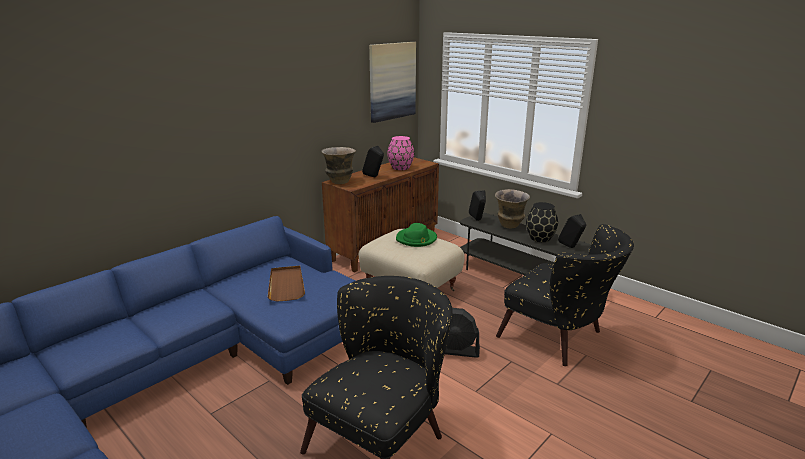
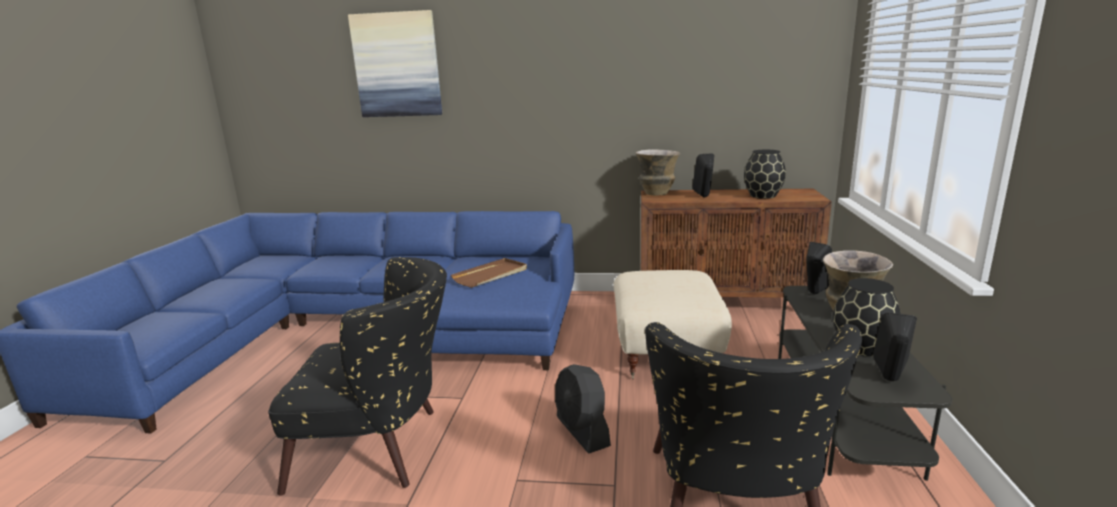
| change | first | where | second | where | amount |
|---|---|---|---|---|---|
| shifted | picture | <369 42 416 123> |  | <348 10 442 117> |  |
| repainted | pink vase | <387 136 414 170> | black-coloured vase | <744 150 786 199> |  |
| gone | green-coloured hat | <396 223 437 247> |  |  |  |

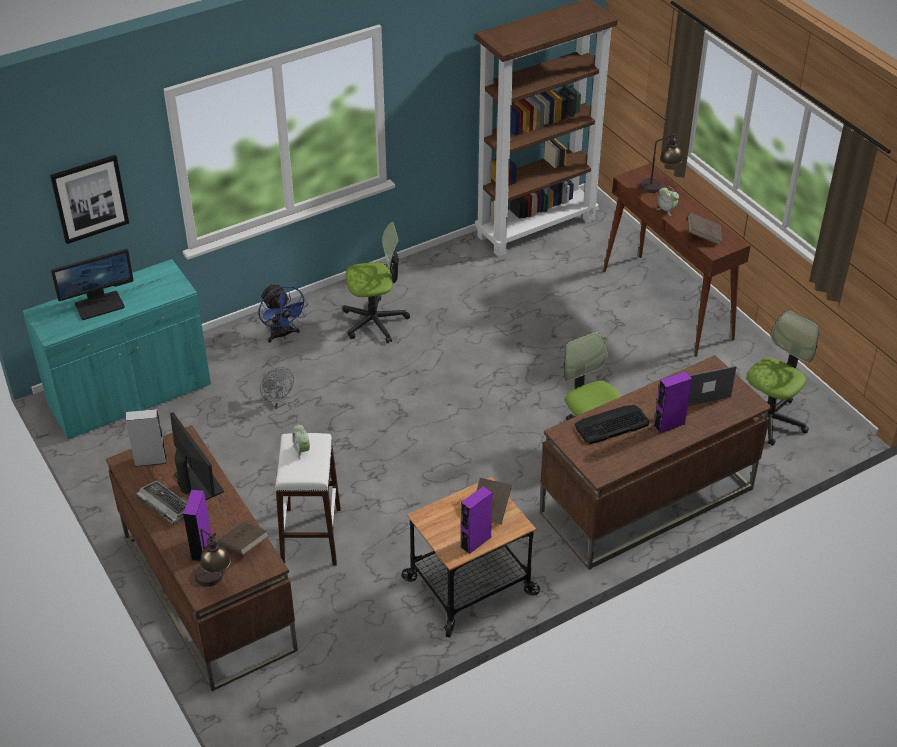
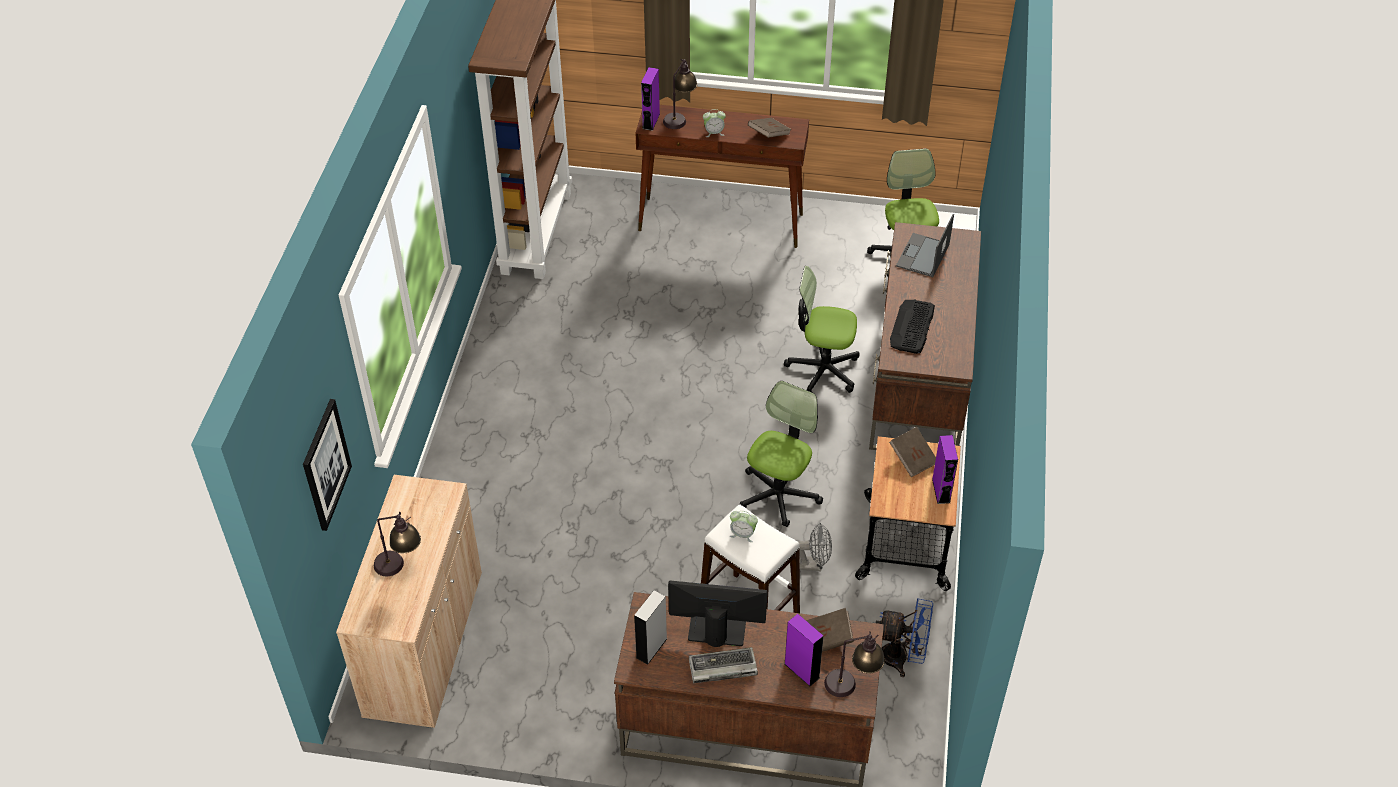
| change | first | where | second | where | amount |
|---|---|---|---|---|---|
| repainted | blue-green cabinet | <23 259 211 439> | beige cabinet | <336 475 482 728> |  |
| swapped | computer display | <51 248 133 320> | tabletop lamp | <374 512 421 576> |  |
| shifted | purple speaker | <654 371 692 434> |  | <641 67 660 131> |  |
| shifted | desk chair | <342 222 410 343> |  | <740 381 823 527> |  |
| shifted | greyish fan | <260 367 294 409> |  | <798 523 832 571> |  |
| shifted | blue fan | <258 283 308 343> |  | <876 598 933 677> |  |

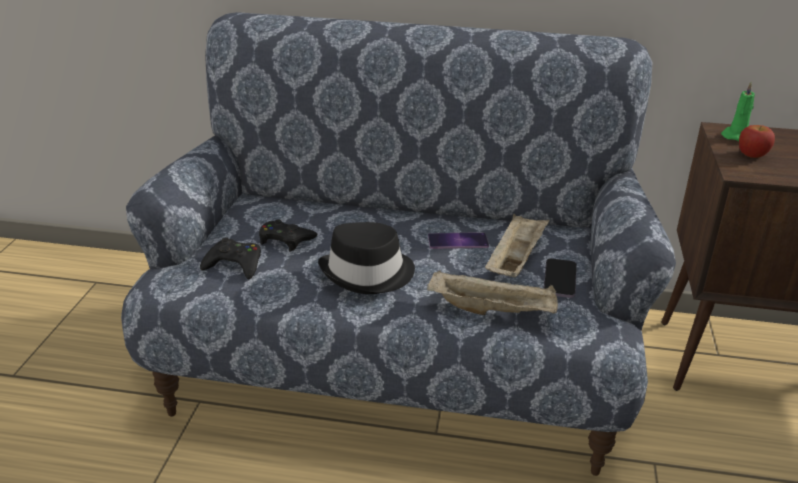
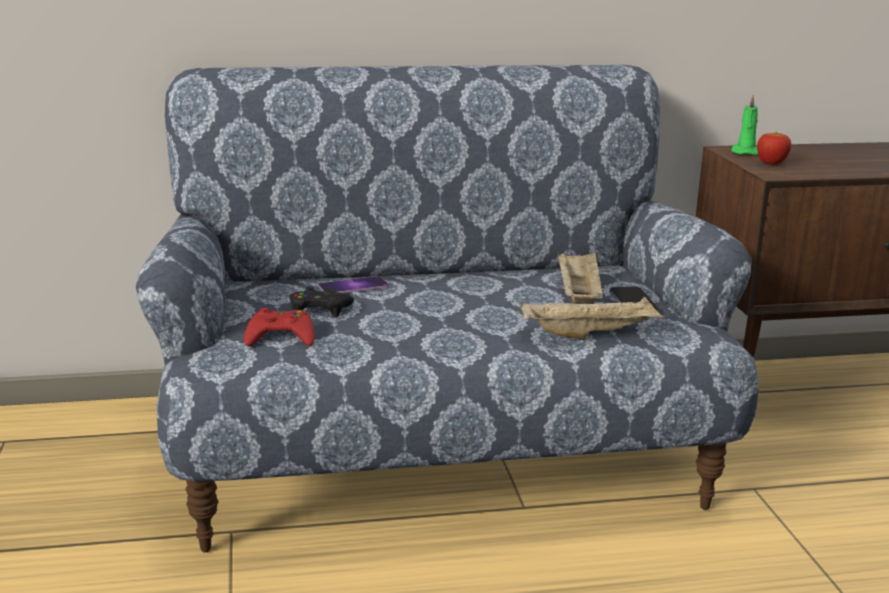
| change | first | where | second | where | amount |
|---|---|---|---|---|---|
| repainted | black-coloured game controller | <200 237 261 279> | red game controller | <244 308 315 347> |  |
| shifted | telephone | <428 232 489 249> |  | <318 276 389 293> |  |
| gone | black-coloured hat | <318 222 415 294> |  |  |  |

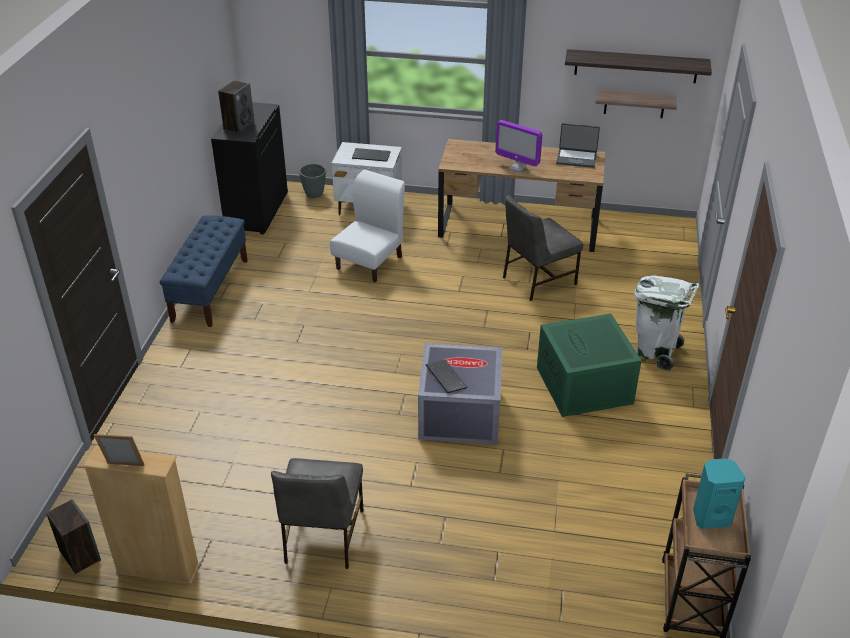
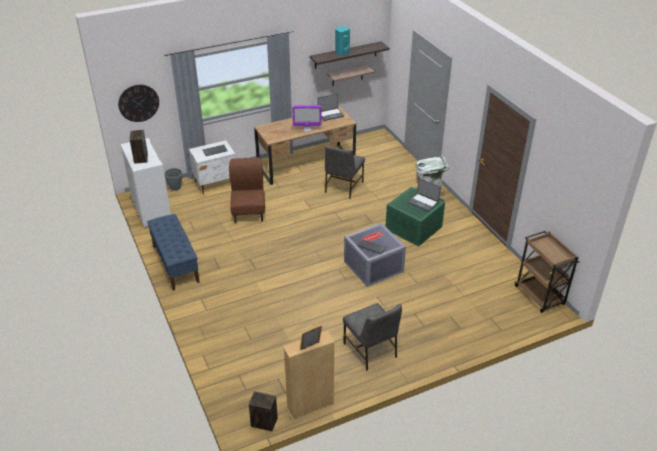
| change | first | where | second | where | amount |
|---|---|---|---|---|---|
| new |  |  | clock on the wall | <118 85 159 122> |  |
| repainted | black-coloured cabinet | <211 102 288 234> | white-coloured cabinet | <121 138 171 228> |  |
| repainted | white-coloured chair | <330 170 405 282> | brownish chair | <229 157 265 223> |  |
| shifted | blue-green speaker | <693 458 746 529> |  | <335 26 350 56> |  |
| new |  |  | portable computer | <408 178 441 212> |  |

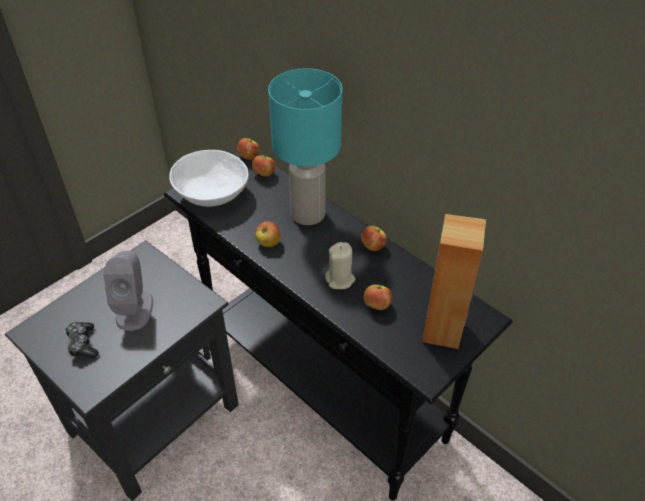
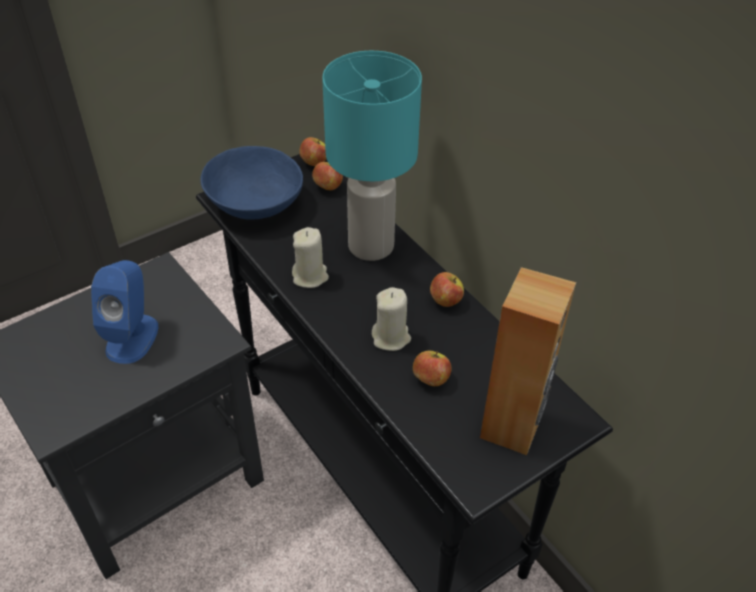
| change | first | where | second | where | amount |
|---|---|---|---|---|---|
| repainted | greyish speaker | <104 250 153 331> | blue speaker | <91 260 158 364> |  |
| repainted | white-coloured deep dish | <169 150 249 207> | blue deep dish | <200 146 303 220> |  |
| swapped | apple | <255 221 281 247> | beige wax candle | <292 227 329 288> |  |
| gone | game controller | <64 322 99 358> |  |  |  |

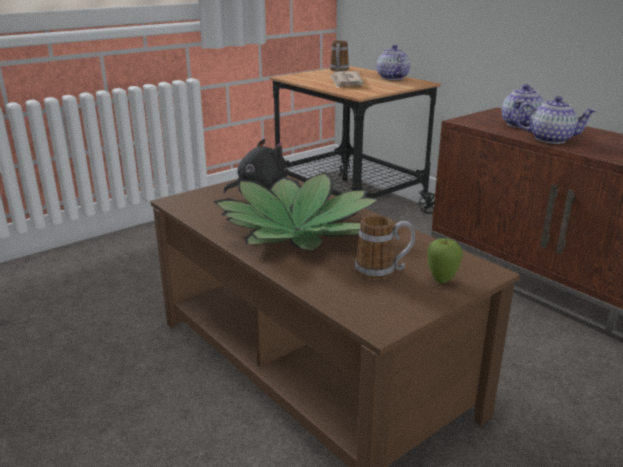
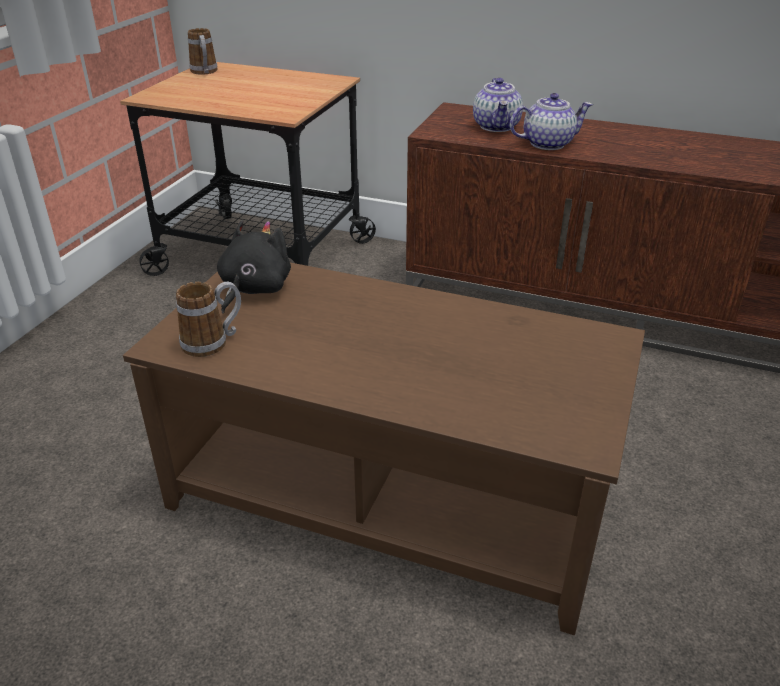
| change | first | where | second | where | amount |
|---|---|---|---|---|---|
| shifted | mug | <355 215 415 280> |  | <176 282 241 357> |  |
| gone | potted plant | <213 172 380 252> |  |  |  |
| gone | newspaper | <330 71 364 88> |  |  |  |
| gone | teapot | <377 45 410 80> |  |  |  |
| gone | apple | <427 238 463 284> |  |  |  |

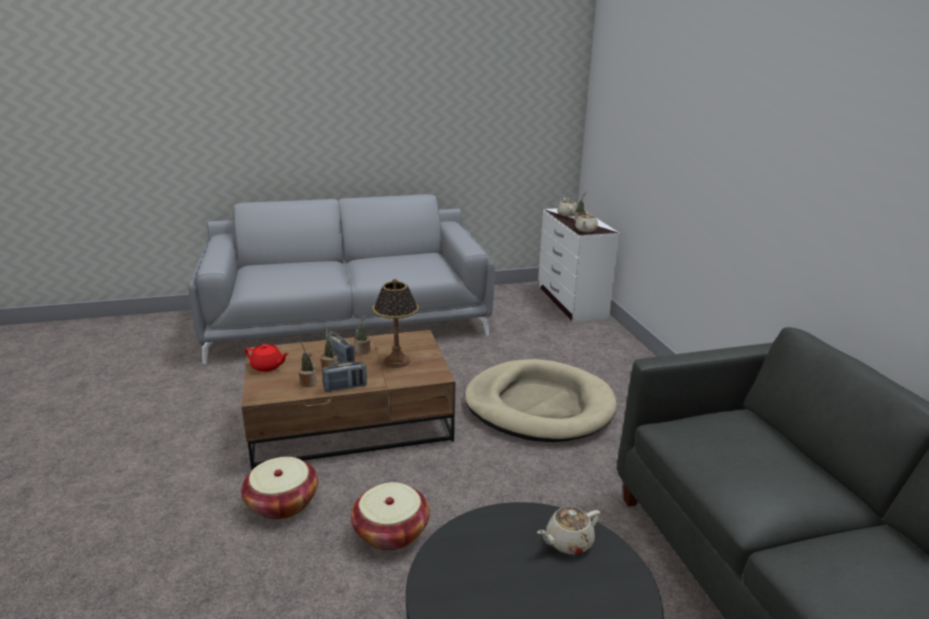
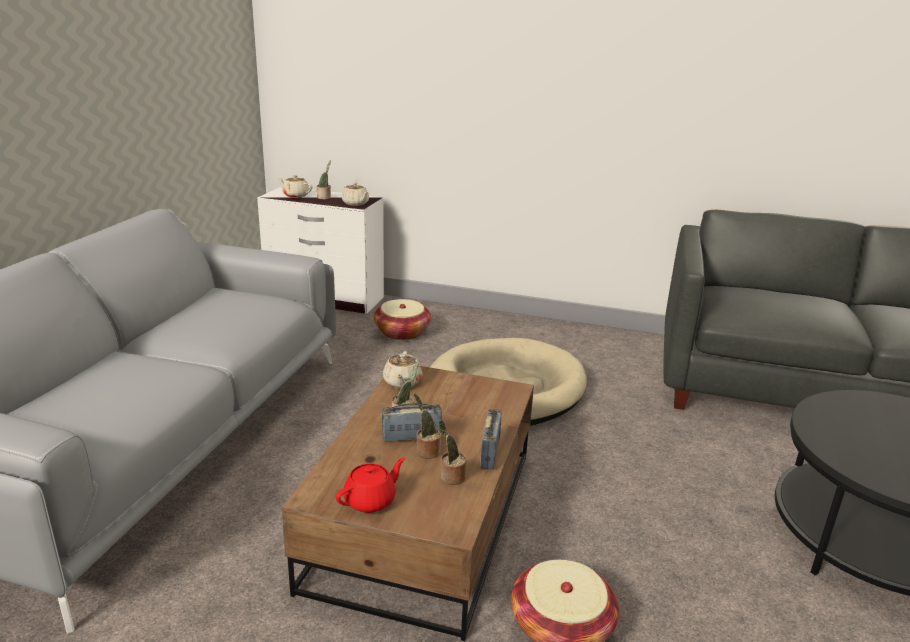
| change | first | where | second | where | amount |
|---|---|---|---|---|---|
| shifted | household basket | <351 482 430 551> |  | <374 299 431 340> |  |
| shifted | beige teapot | <537 506 601 554> |  | <383 351 422 389> |  |
| gone | tabletop lamp | <372 279 419 368> |  |  |  |

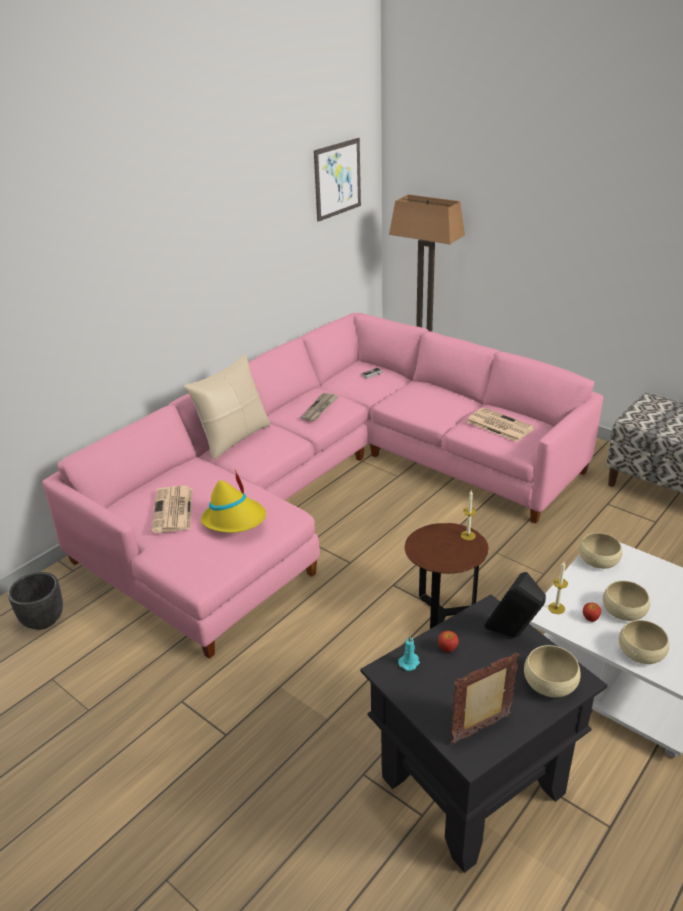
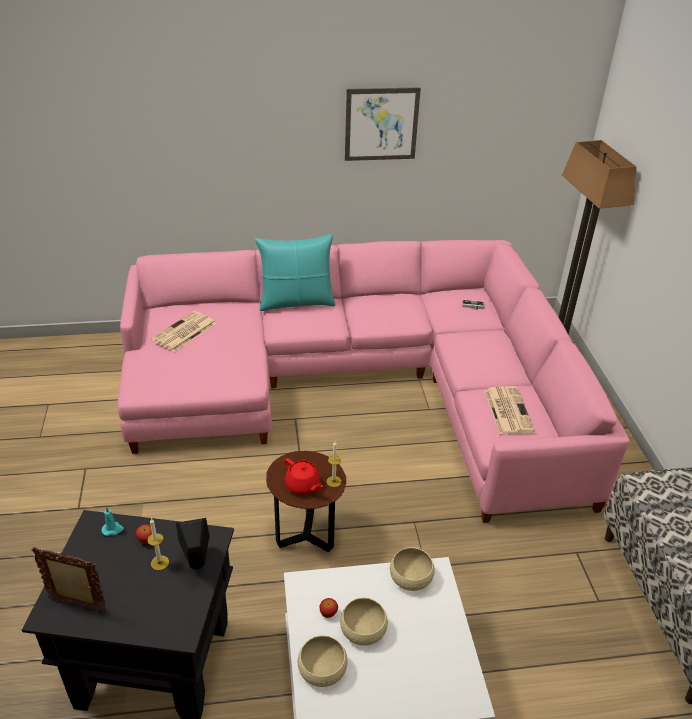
| change | first | where | second | where | amount |
|---|---|---|---|---|---|
| shifted | wax candle | <548 562 568 614> |  | <147 518 169 570> |  |
| repainted | beige pillow | <184 354 270 460> | blue-green pillow | <255 234 335 311> |  |
| new |  |  | red teapot | <285 458 323 494> |  |
| shifted | picture | <314 138 361 222> |  | <345 87 421 161> |  |
| gone | black-coloured plant pot | <8 572 63 630> |  |  |  |
| gone | yellow-coloured hat | <201 470 266 533> |  |  |  |
| gone | newspaper | <301 393 338 422> |  |  |  |
| gone | beige deep dish | <524 645 581 697> |  |  |  |

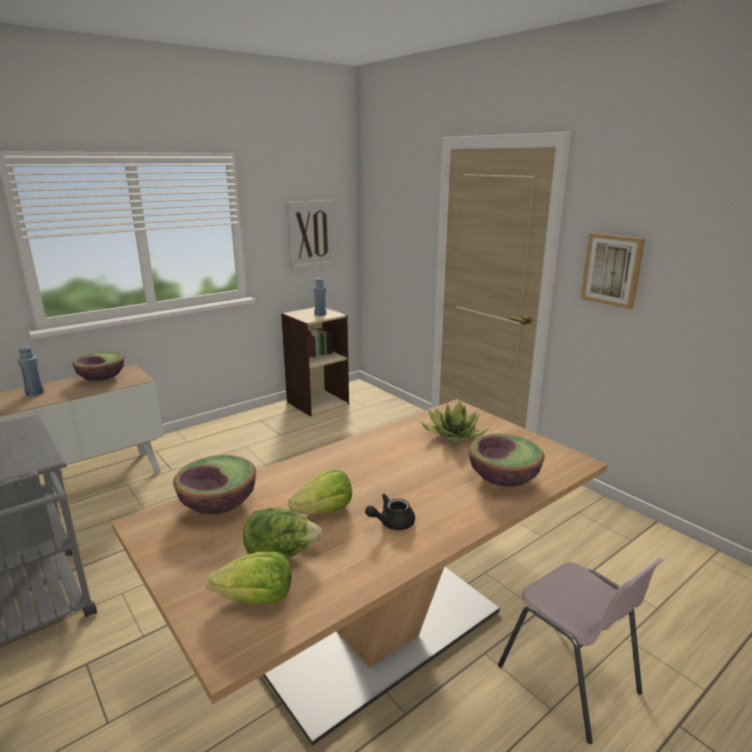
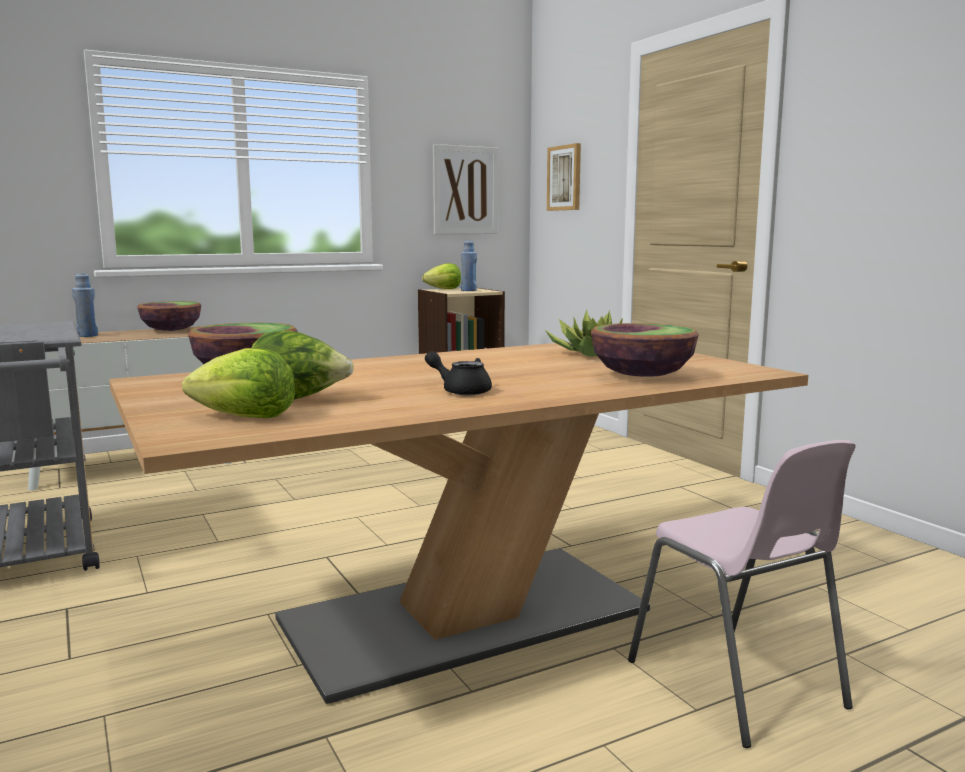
| change | first | where | second | where | amount |
|---|---|---|---|---|---|
| shifted | lettuce | <288 470 352 514> |  | <422 263 461 289> |  |
| rotated | black-coloured teapot | <365 494 415 530> |  | <425 351 492 395> | 45 degrees clockwise |
| shifted | picture | <580 233 645 309> |  | <547 143 581 211> |  |

